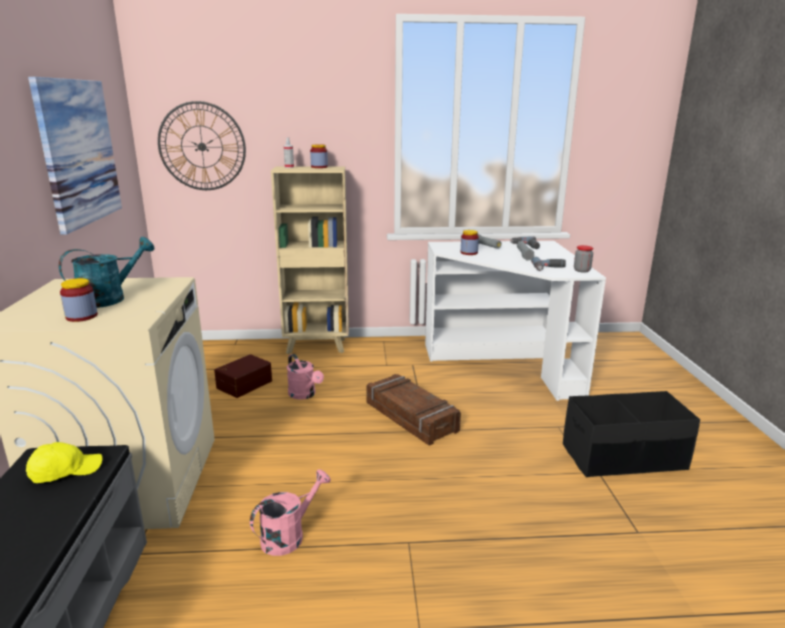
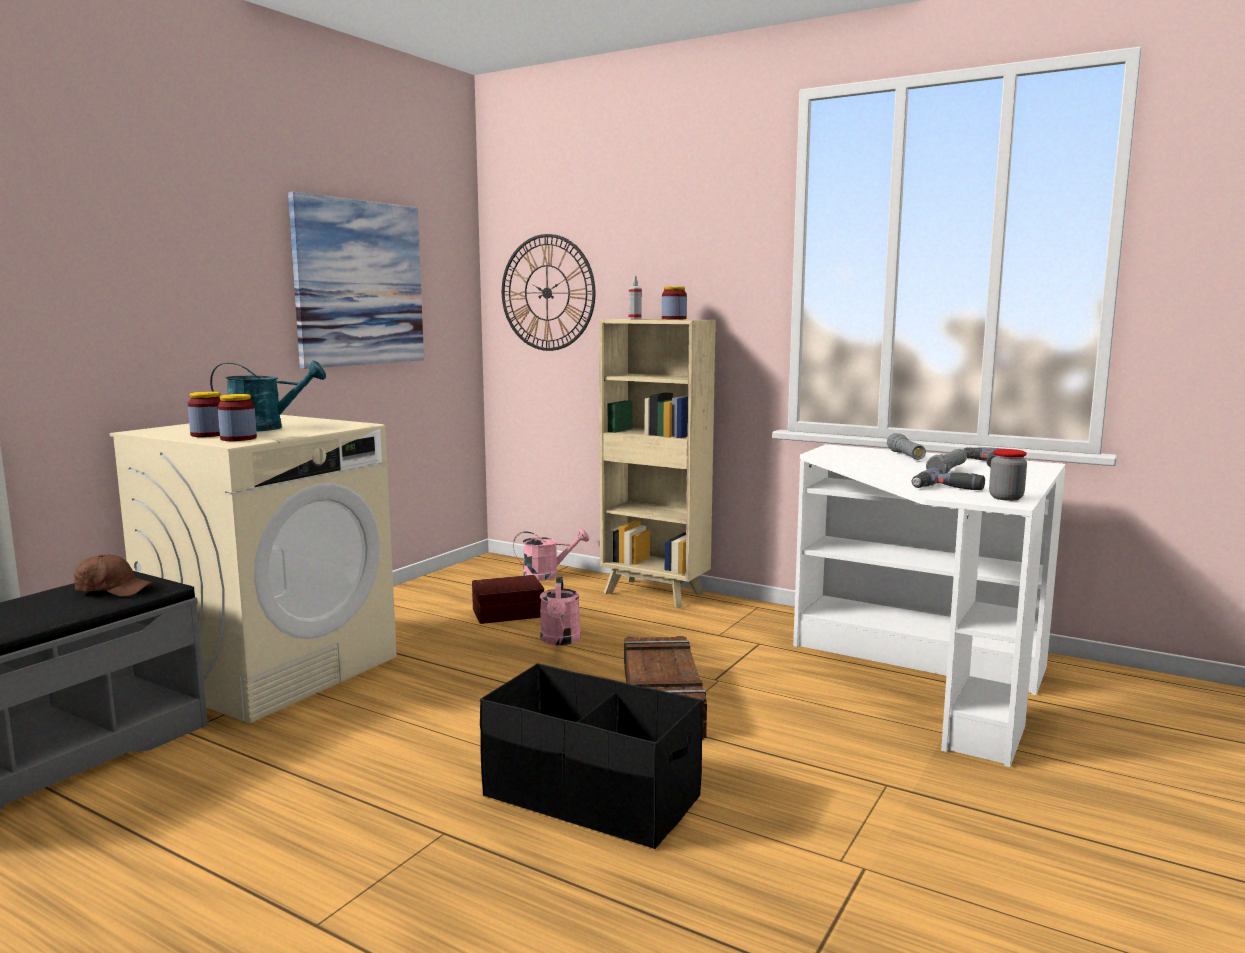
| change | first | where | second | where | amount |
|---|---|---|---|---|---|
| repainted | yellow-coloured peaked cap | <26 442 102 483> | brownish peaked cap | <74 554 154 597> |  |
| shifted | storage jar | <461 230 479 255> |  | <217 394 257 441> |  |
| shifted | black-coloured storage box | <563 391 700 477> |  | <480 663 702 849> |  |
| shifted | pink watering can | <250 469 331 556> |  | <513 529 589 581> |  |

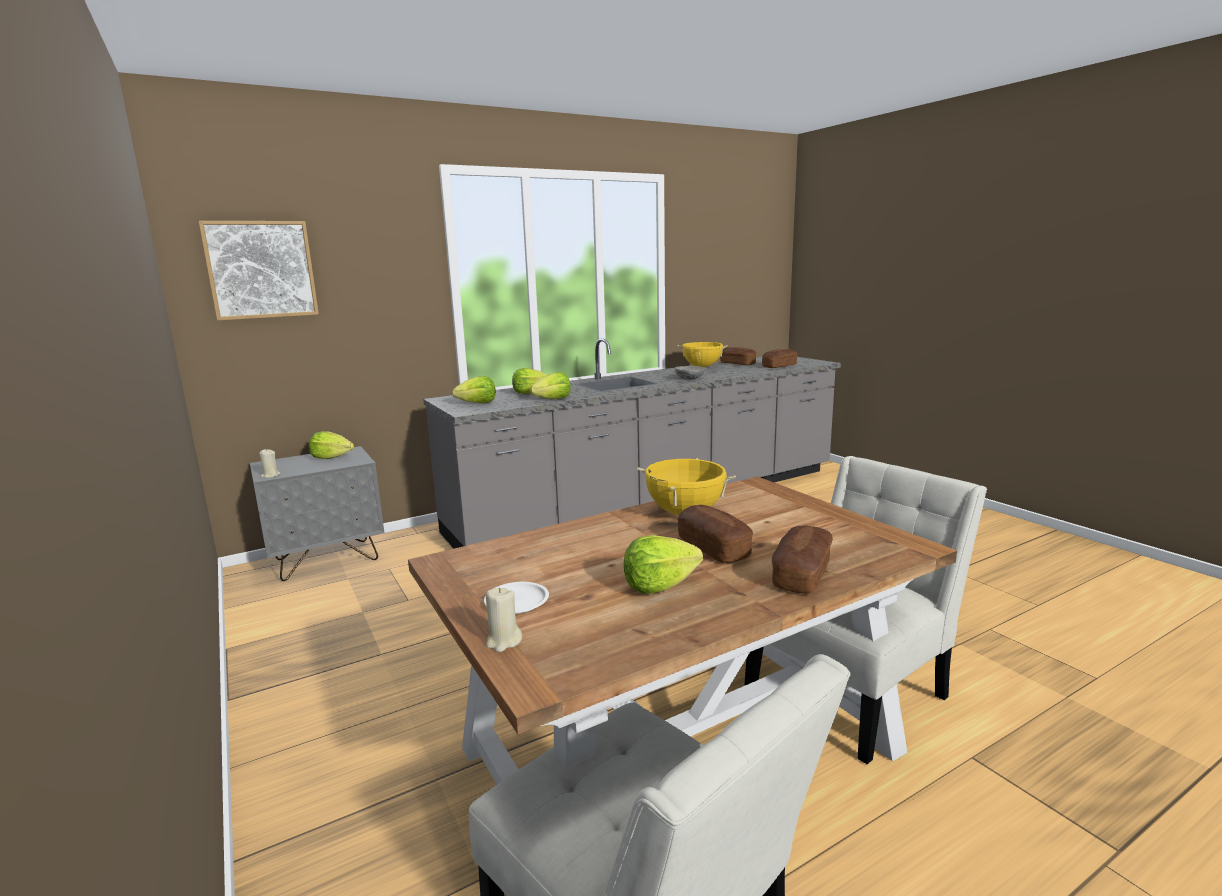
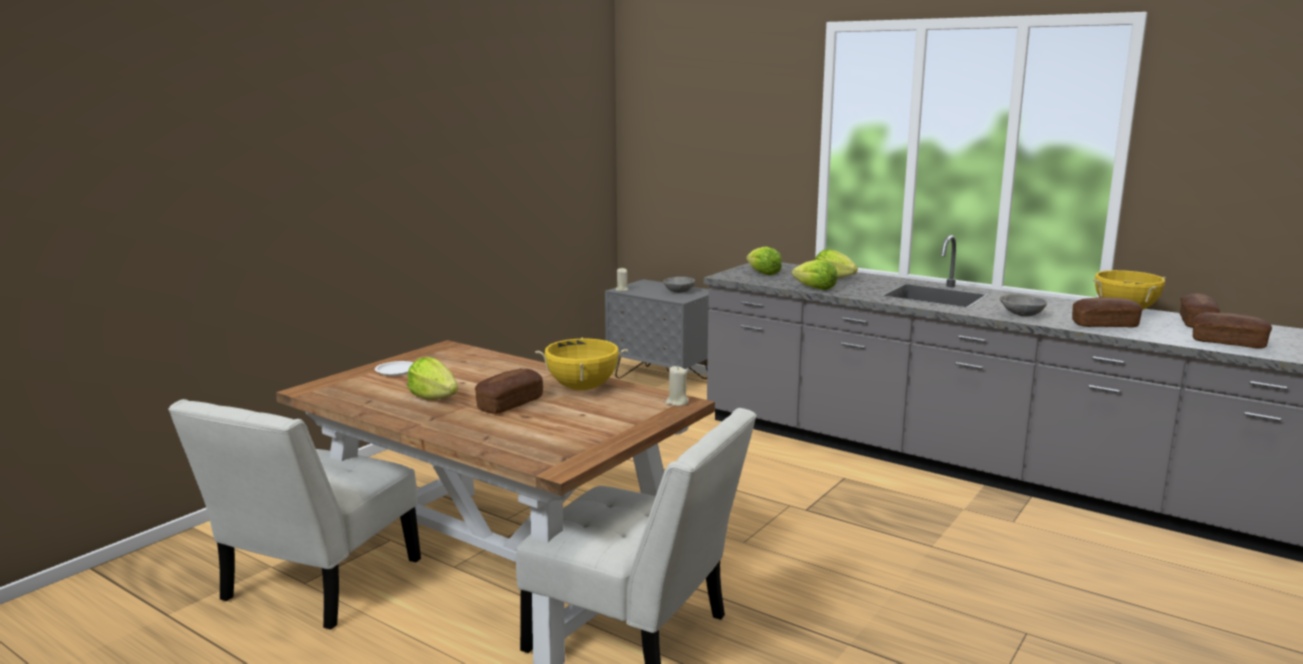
| change | first | where | second | where | amount |
|---|---|---|---|---|---|
| swapped | lettuce | <309 431 354 459> | greyish deep dish | <663 277 695 293> |  |
| shifted | beige wax candle | <486 587 522 652> |  | <666 366 689 406> |  |
| shifted | bakery bread | <772 525 833 594> |  | <1072 297 1142 328> |  |
| gone | picture | <199 221 319 321> |  |  |  |

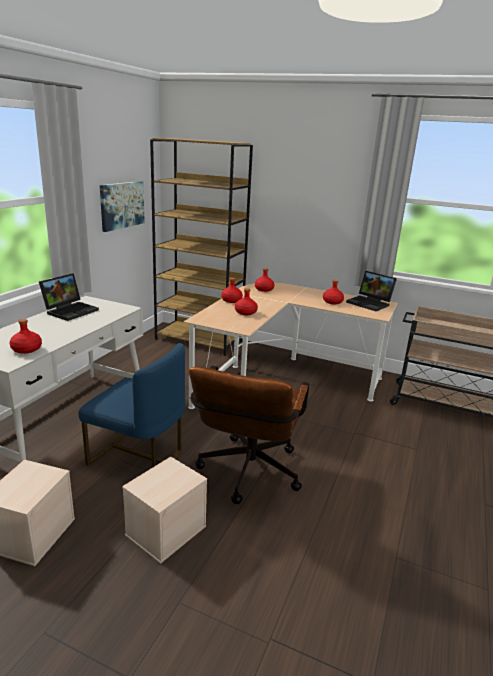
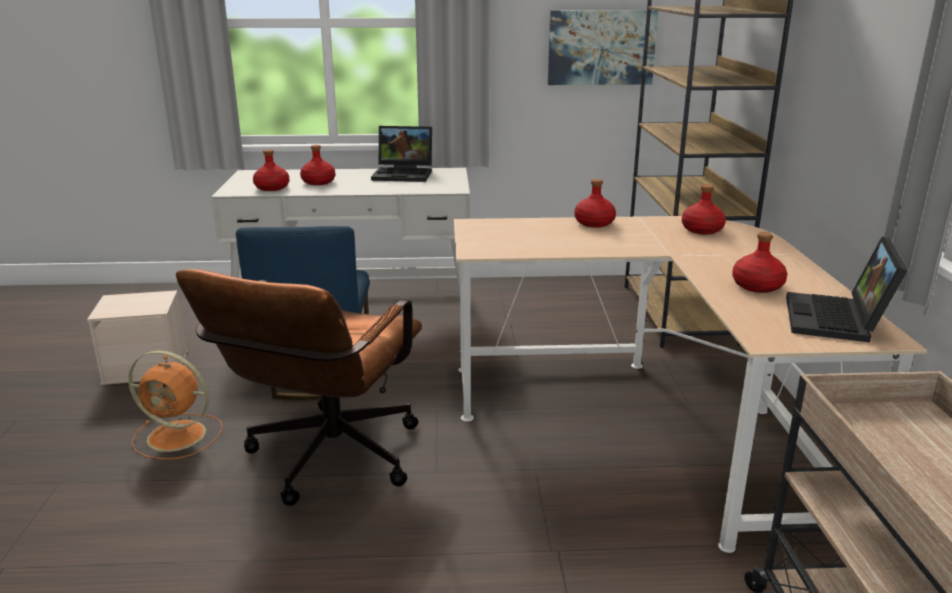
| change | first | where | second | where | amount |
|---|---|---|---|---|---|
| swapped | beige storage box | <122 457 207 564> | orange-coloured fan | <128 350 223 459> |  |
| rotated | brownish desk chair | <189 365 309 504> |  | <176 269 422 506> | 60 degrees counterclockwise |
| shifted | red beverage bottle | <235 288 258 315> |  | <300 145 335 185> |  |

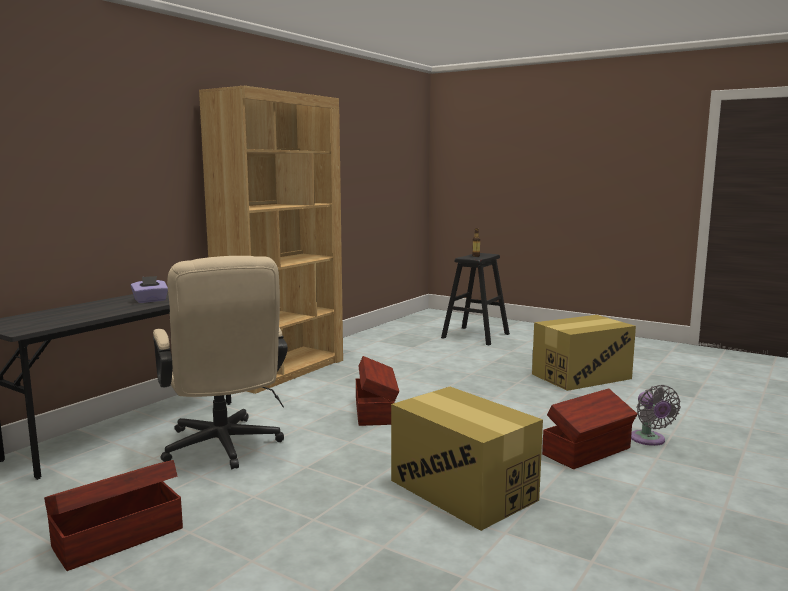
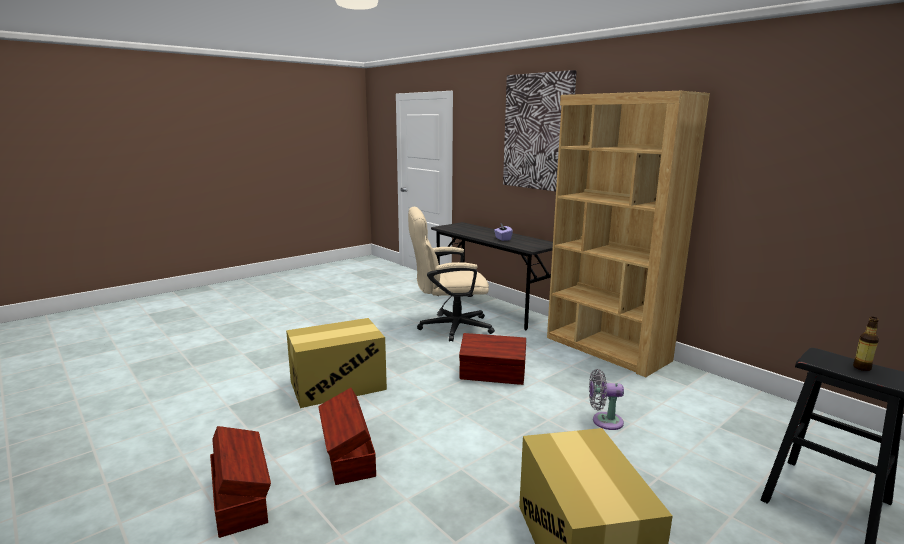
| change | first | where | second | where | amount |
|---|---|---|---|---|---|
| shifted | brownish storage box | <44 460 183 571> |  | <210 426 271 538> |  |
| new |  |  | picture | <503 70 577 191> |  |
| shifted | greyish fan | <631 385 681 446> |  | <589 369 624 430> |  |

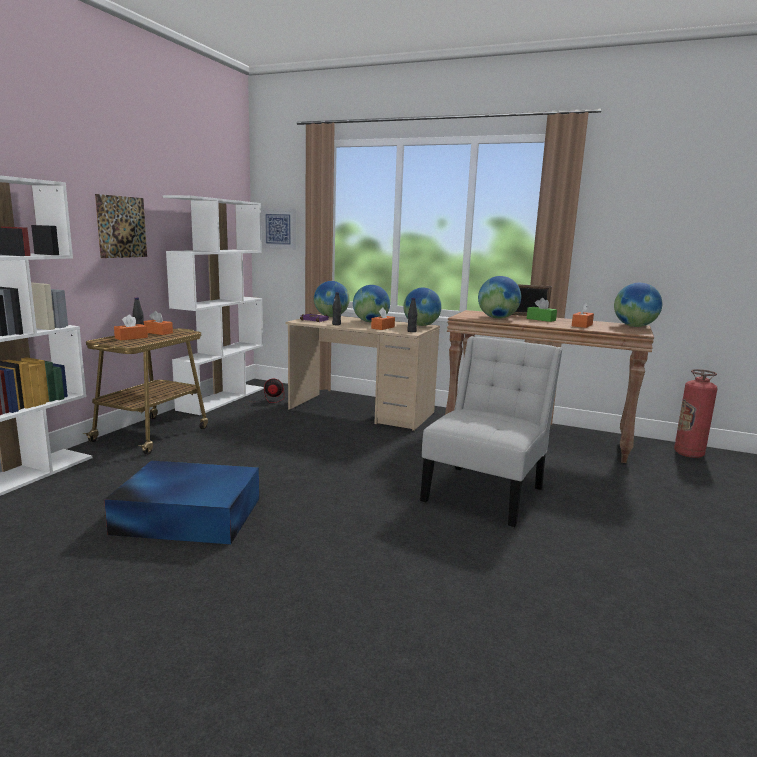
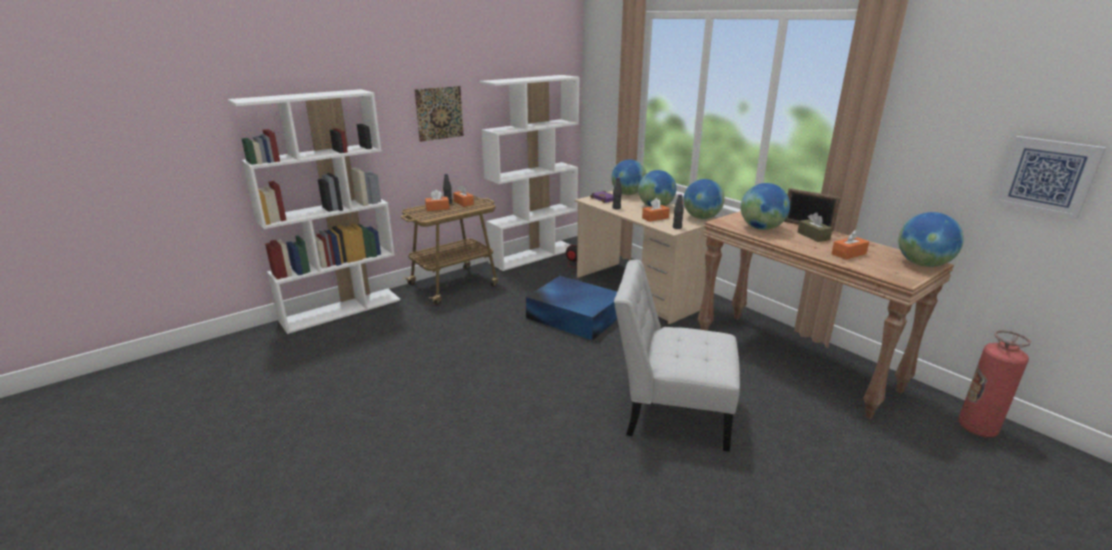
| change | first | where | second | where | amount |
|---|---|---|---|---|---|
| shifted | blue storage box | <104 461 259 544> |  | <526 276 617 340> |  |
| rotated | white-coloured chair | <420 336 563 527> |  | <614 260 740 452> | 135 degrees counterclockwise |
| repainted | green-coloured tissue holder | <527 298 557 322> | brownish tissue holder | <797 213 833 242> |  |
| shifted | picture | <261 208 296 250> |  | <994 136 1106 219> |  |

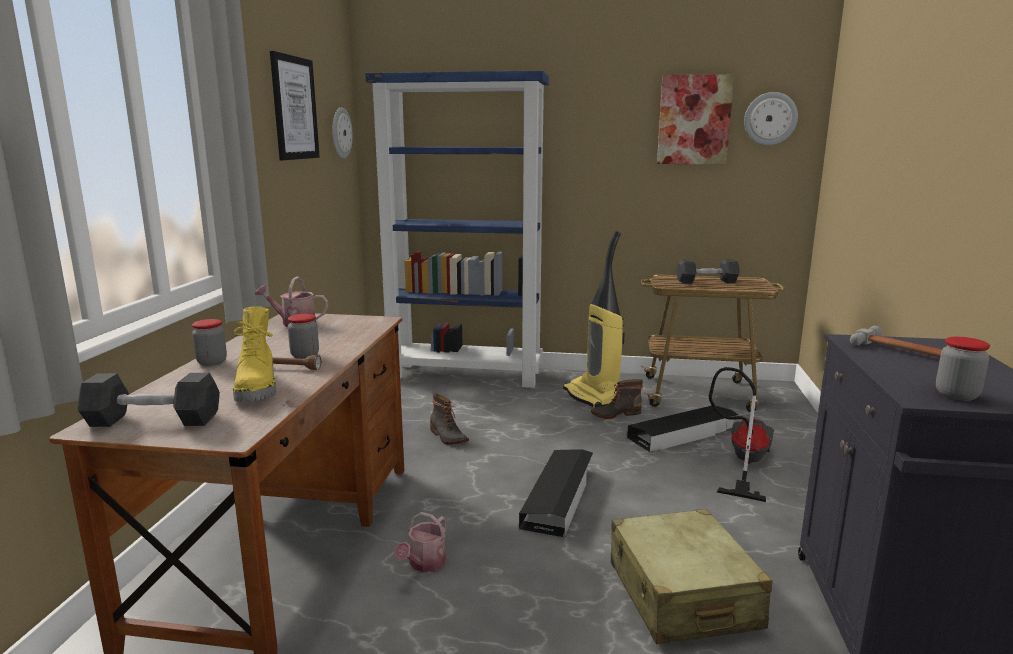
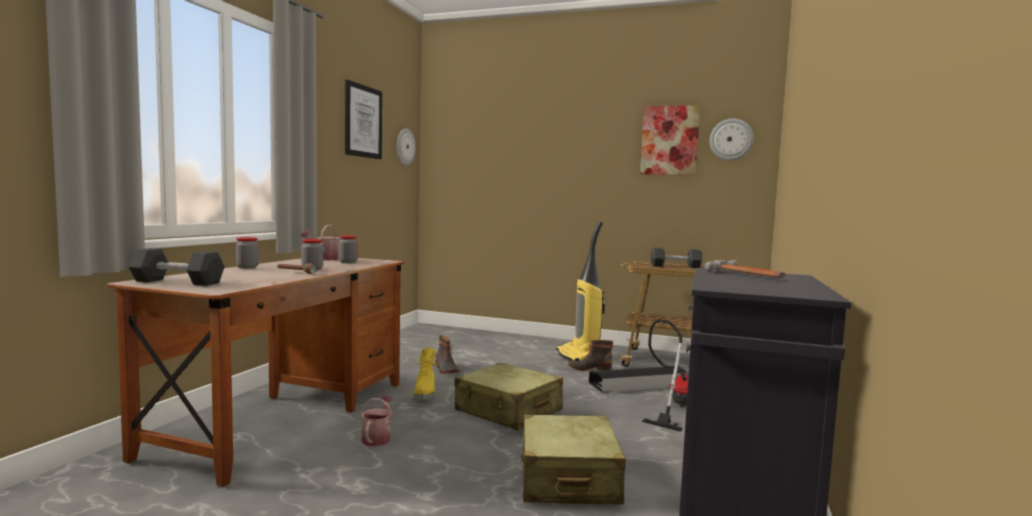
| change | first | where | second | where | amount |
|---|---|---|---|---|---|
| shifted | storage jar | <936 336 990 401> |  | <339 235 358 263> |  |
| rotated | watering can | <394 512 446 572> |  | <360 395 393 446> | 150 degrees clockwise |
| shifted | yellow-coloured tall boot | <233 306 276 402> |  | <413 348 437 400> |  |
| swapped | black-coloured storage box | <519 449 593 538> | beige suitcase | <455 363 563 431> |  |
| gone | blue bookcase | <365 70 549 388> |  |  |  |

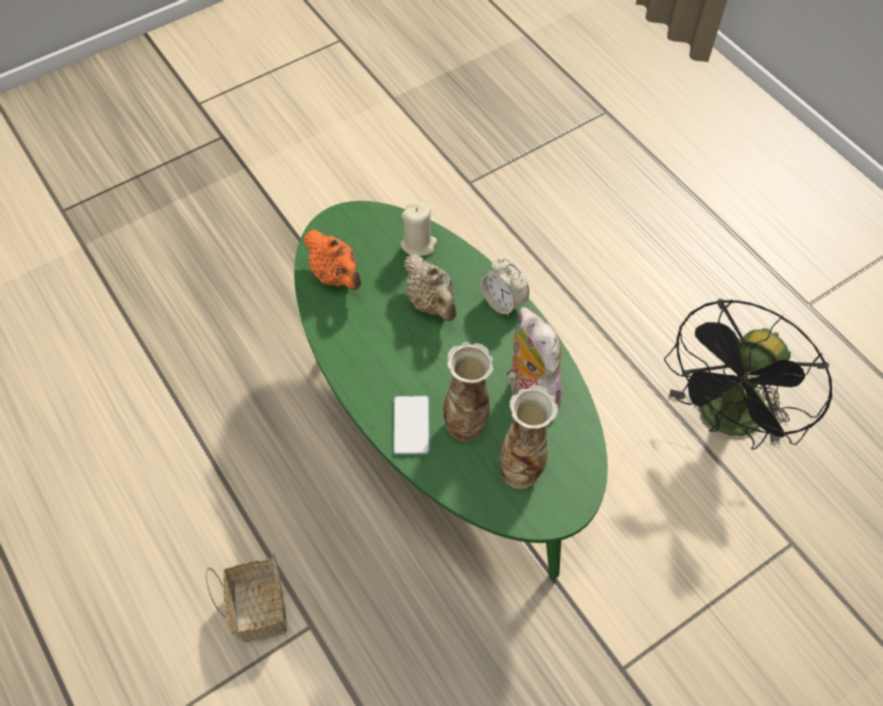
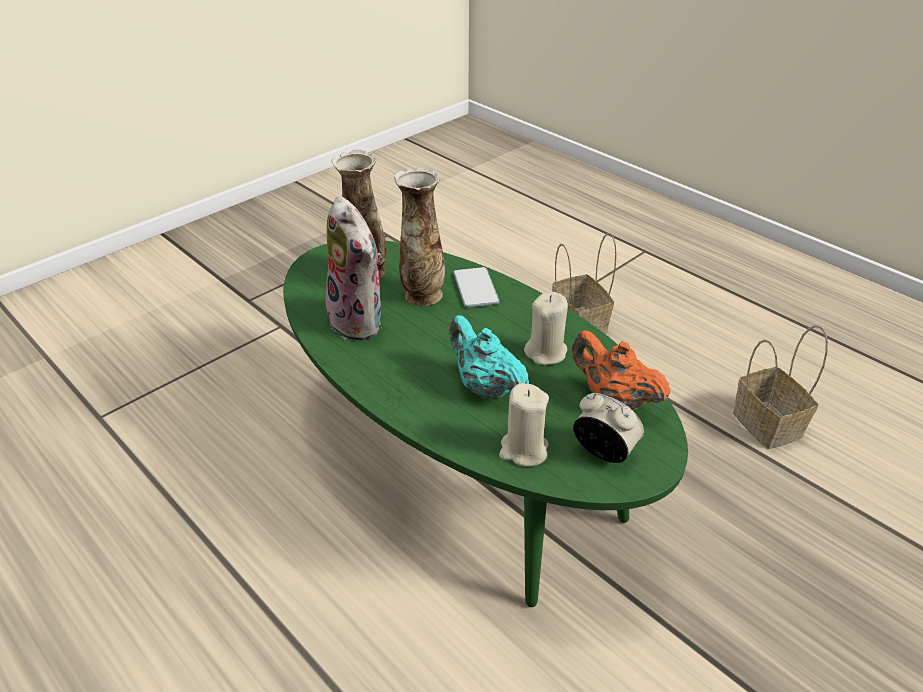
| change | first | where | second | where | amount |
|---|---|---|---|---|---|
| repainted | beige teapot | <404 254 456 322> | blue-green teapot | <449 315 529 398> |  |
| new |  |  | beige wax candle | <524 292 568 365> |  |
| shifted | bedside clock | <480 258 529 317> |  | <573 393 644 463> |  |
| new |  |  | household basket | <733 325 828 449> |  |
| gone | black-coloured fan | <664 299 832 450> |  |  |  |

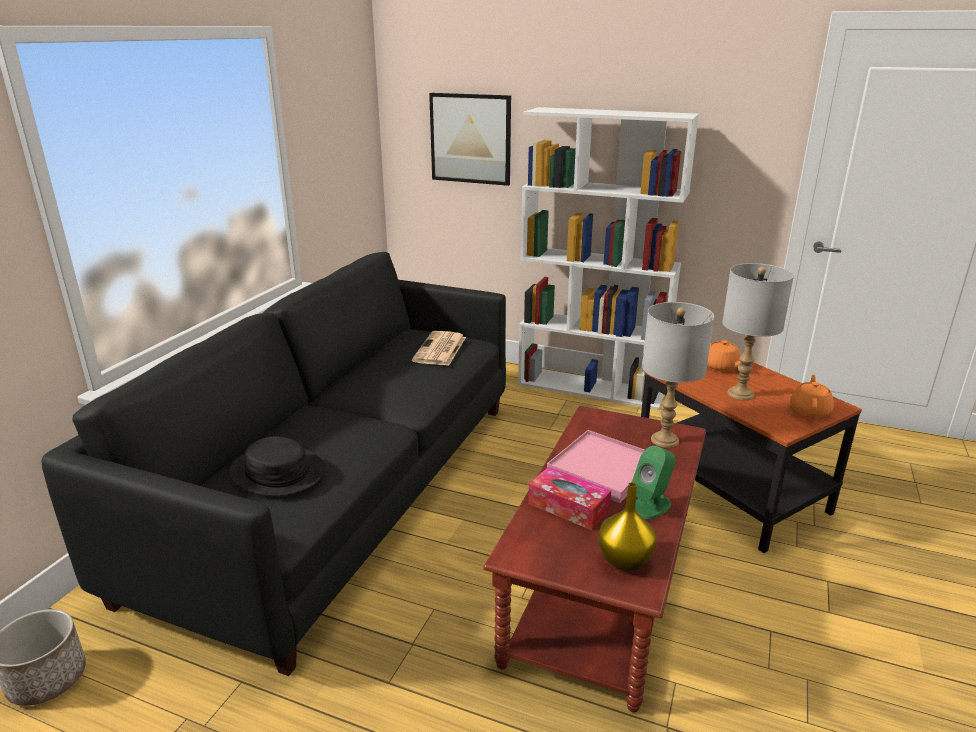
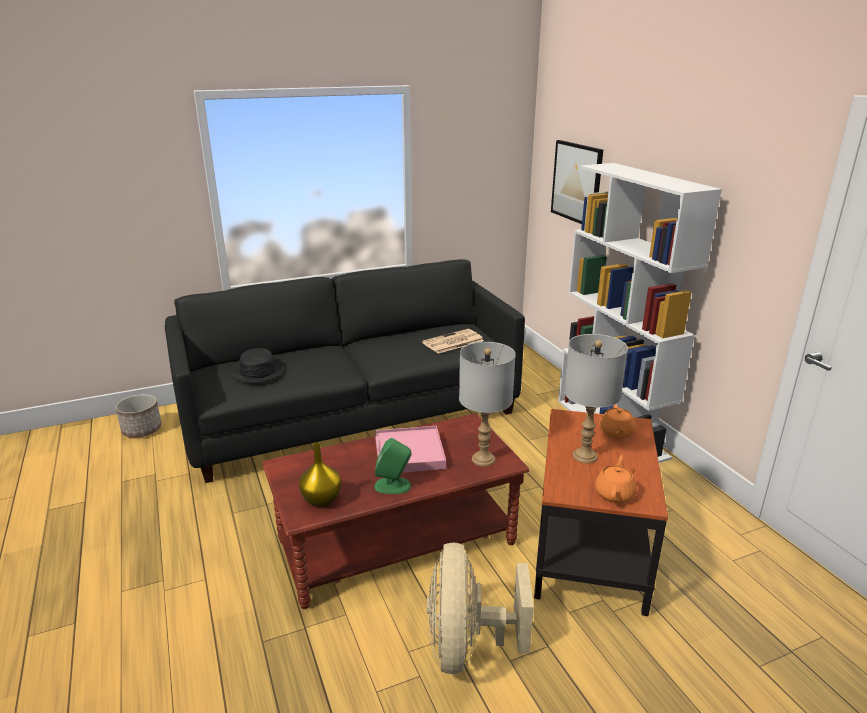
| change | first | where | second | where | amount |
|---|---|---|---|---|---|
| new |  |  | beige fan | <427 543 534 674> |  |
| rotated | orange-coloured teapot | <790 374 834 418> |  | <595 455 637 503> | 45 degrees counterclockwise |
| gone | tissue holder | <528 467 611 530> |  |  |  |

